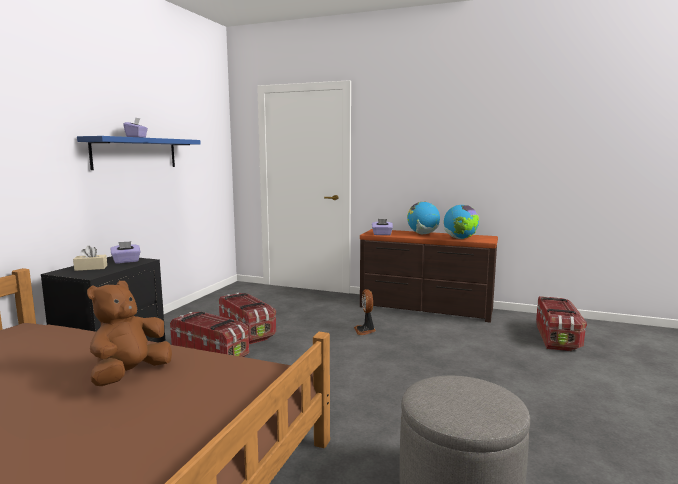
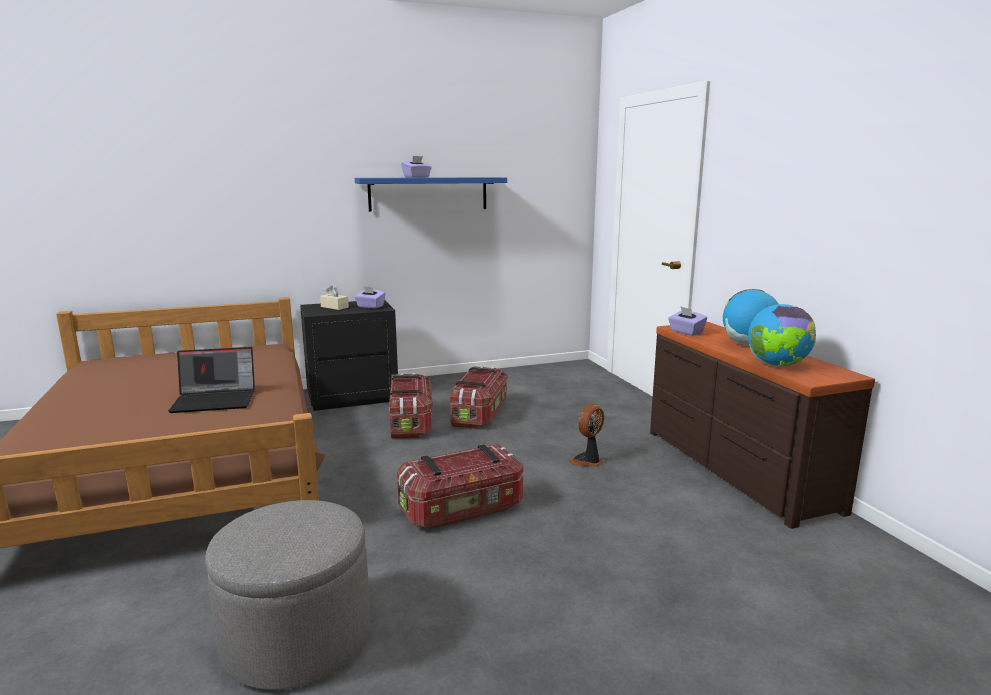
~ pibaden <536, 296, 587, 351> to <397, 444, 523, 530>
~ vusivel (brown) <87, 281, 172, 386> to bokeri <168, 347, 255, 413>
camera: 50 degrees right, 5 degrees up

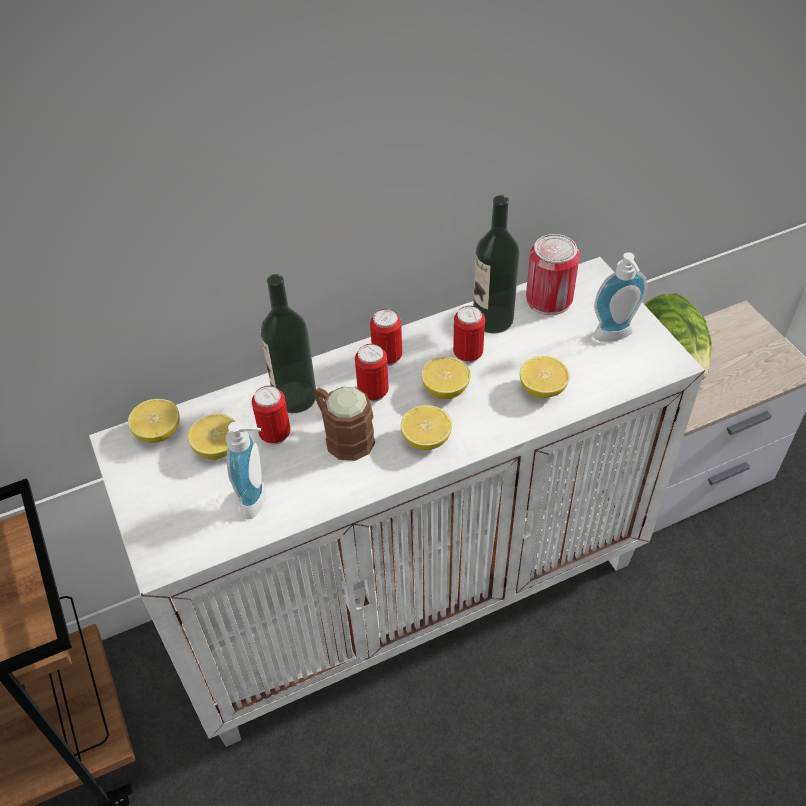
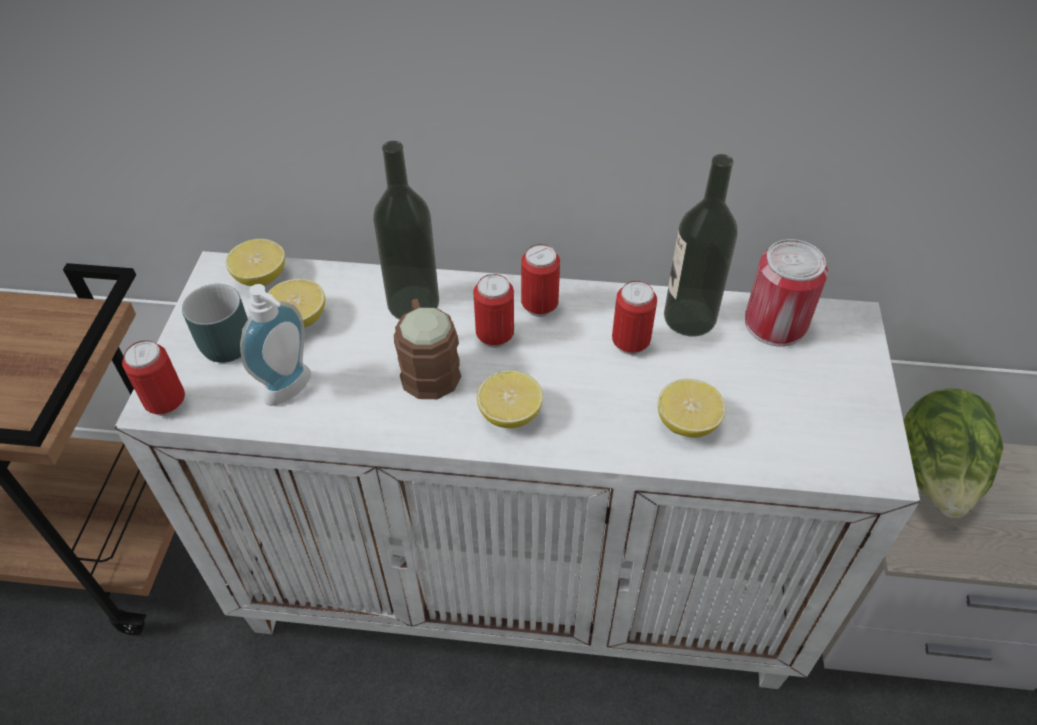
- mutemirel <421, 357, 471, 399>
- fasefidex <593, 252, 647, 341>
+ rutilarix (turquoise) <182, 284, 248, 363>
~ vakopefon <252, 386, 291, 445> to <122, 340, 185, 416>
camera: 30 degrees right, 0 degrees up

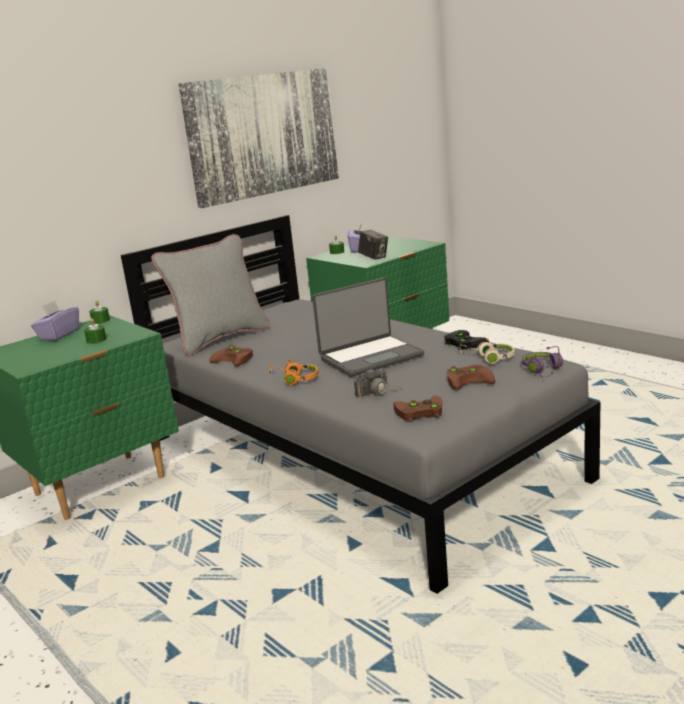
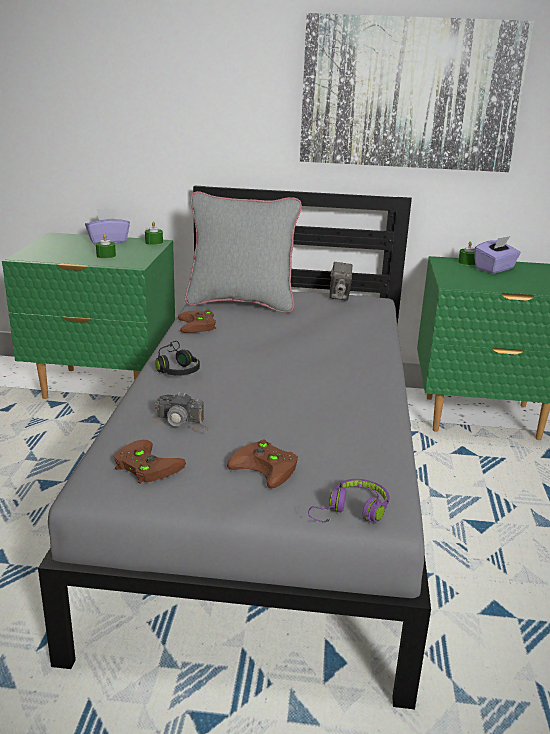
- bokeri <312, 278, 424, 377>
- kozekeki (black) <444, 330, 489, 350>
- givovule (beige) <460, 338, 515, 364>
~ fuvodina <358, 230, 388, 260> to <329, 262, 353, 301>
~ givovule (orange) <270, 359, 318, 385> to givovule (black) <155, 341, 200, 376>
camera: 45 degrees right, 5 degrees up

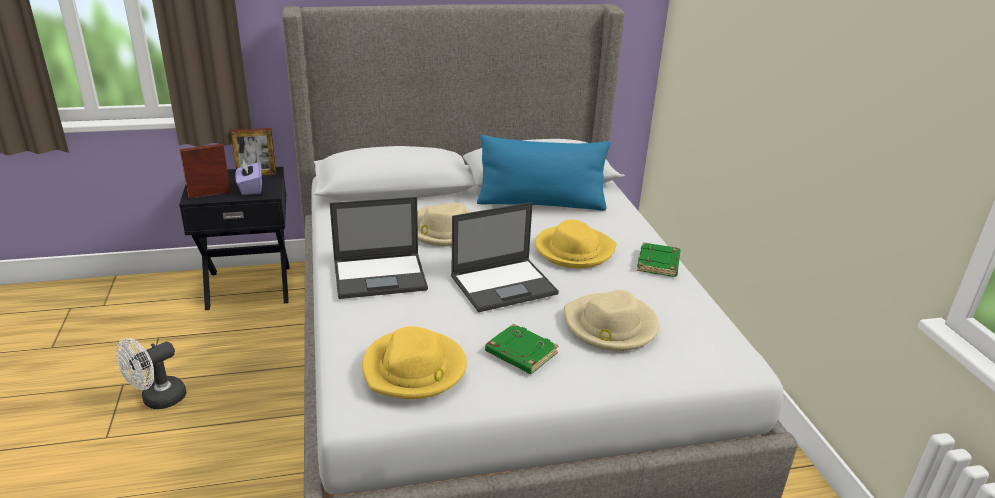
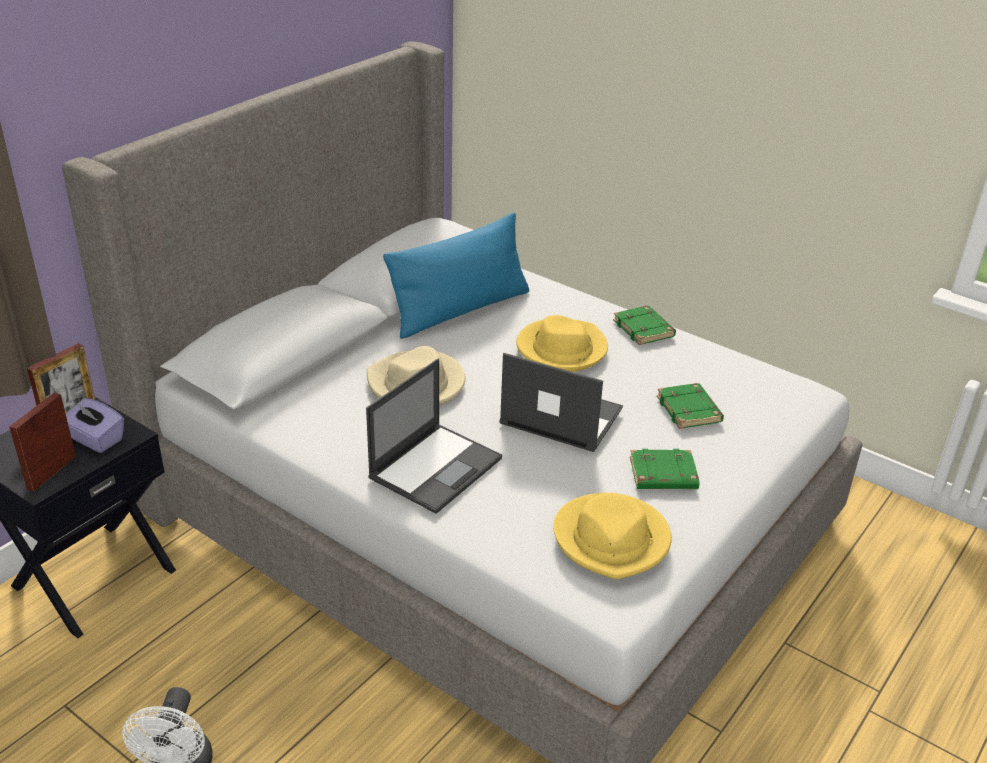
~ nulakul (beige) <564, 290, 659, 351> to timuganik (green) <657, 383, 724, 429>
~ bokeri <451, 202, 559, 313> = <499, 353, 623, 452> 90 degrees counterclockwise
camera: 40 degrees left, 5 degrees up

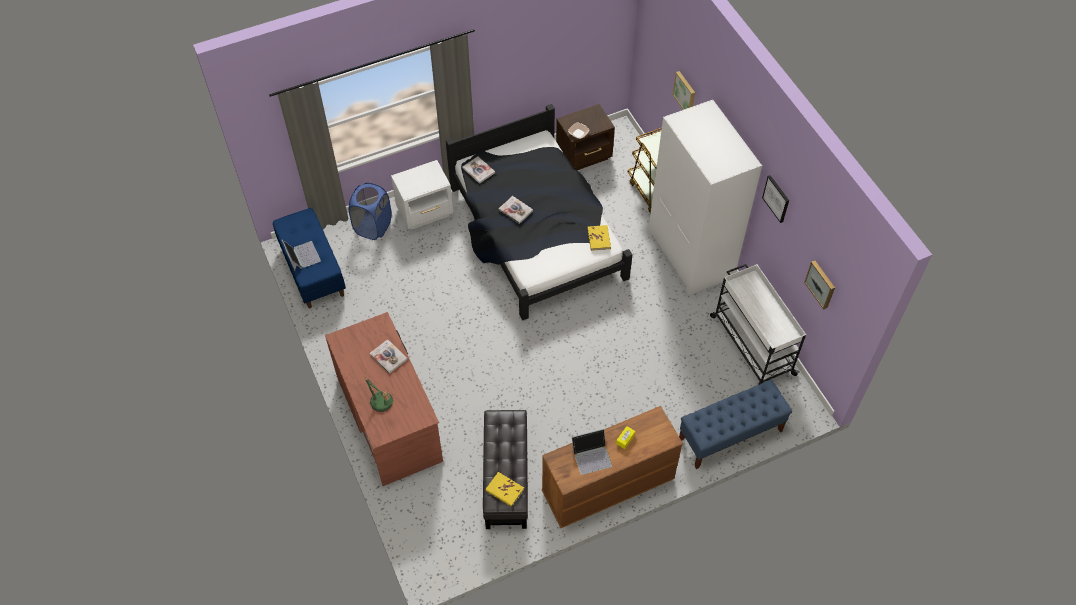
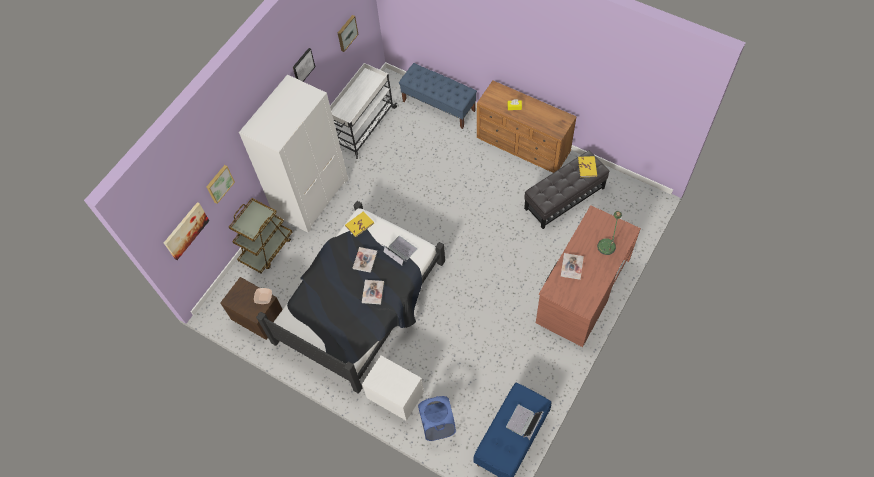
+ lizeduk <164, 202, 209, 260>
~ timuganik <462, 157, 495, 184> to <353, 247, 377, 273>
~ bokeri <572, 429, 612, 475> to <382, 236, 417, 265>
camera: 120 degrees left, 5 degrees up

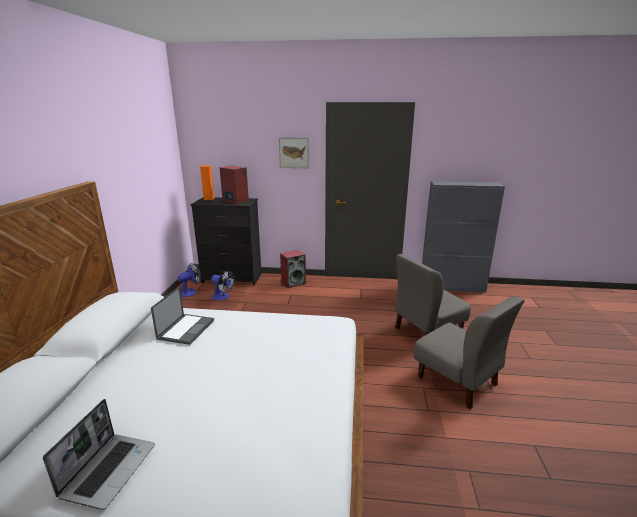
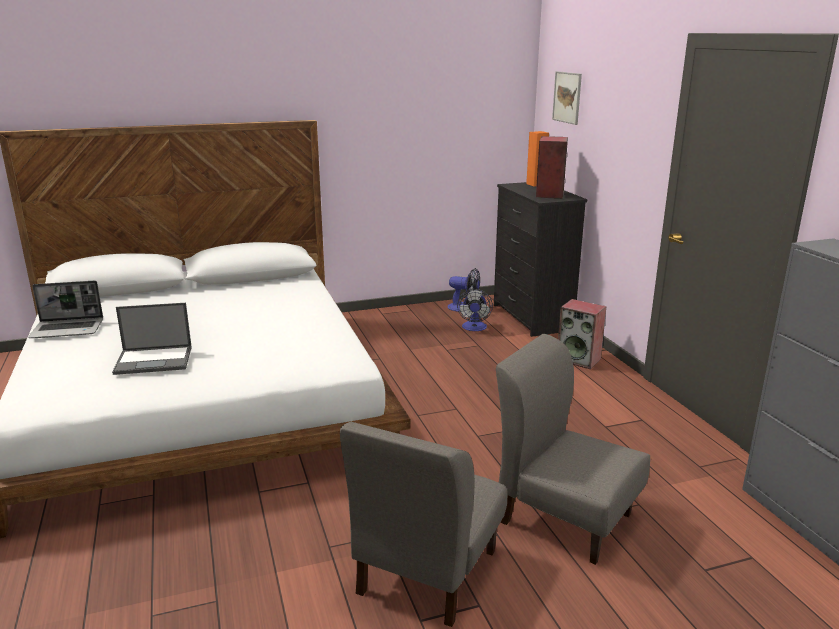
~ bokeri <151, 286, 214, 345> to <112, 303, 192, 375>
~ lizeduk <279, 137, 309, 168> to <552, 71, 582, 125>
camera: 65 degrees right, 0 degrees up

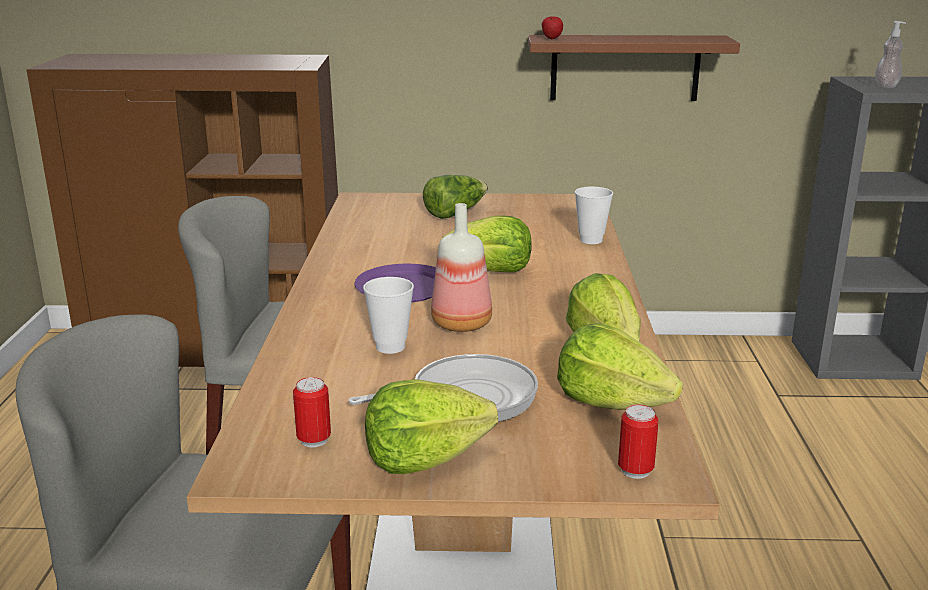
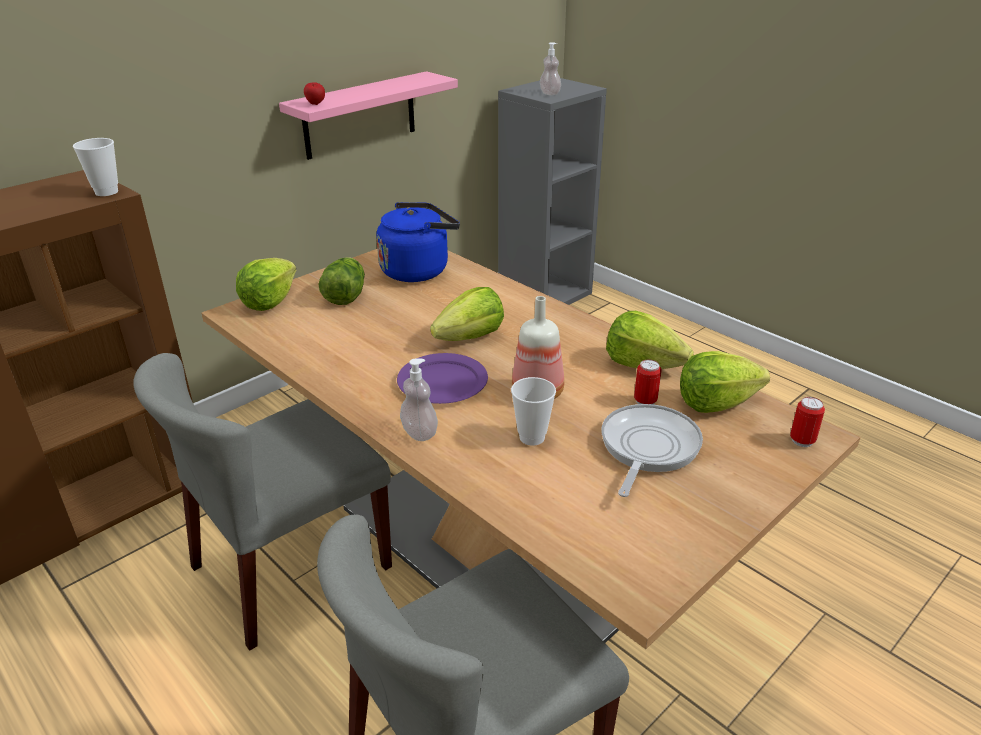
+ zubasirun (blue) <376, 202, 460, 282>
+ fasefidex <400, 358, 438, 441>
~ vakopefon <293, 377, 331, 447> to <634, 360, 662, 404>
~ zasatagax <365, 379, 498, 474> to <236, 258, 296, 311>
~ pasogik <575, 187, 613, 244> to <73, 138, 118, 196>
~ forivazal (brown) <528, 35, 740, 101> to forivazal (pink) <279, 71, 458, 160>
camera: 45 degrees left, 10 degrees up

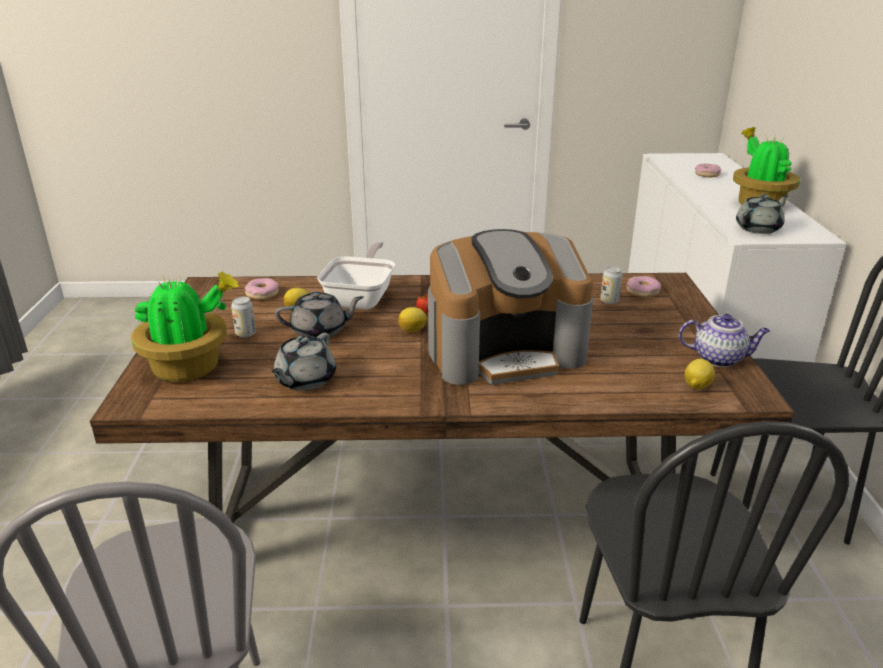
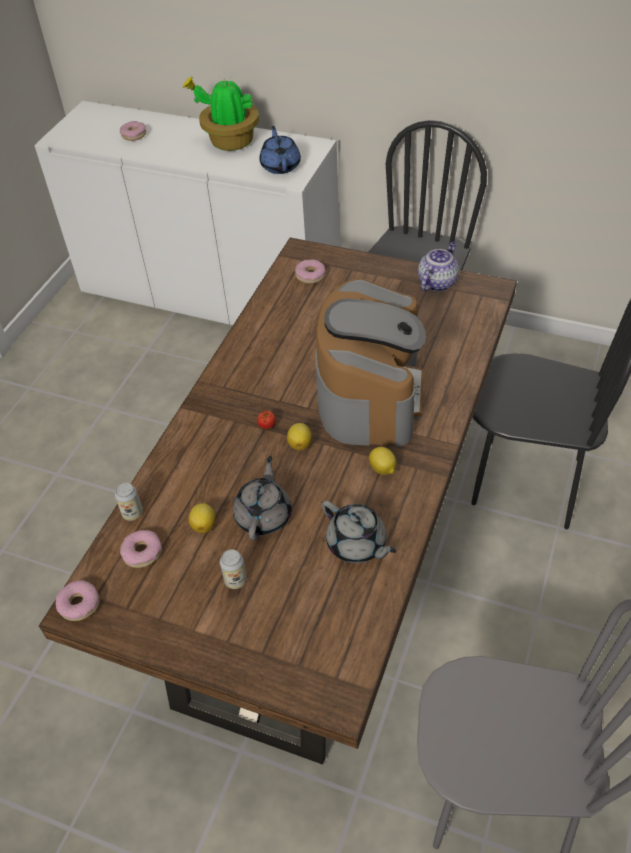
- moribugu <131, 272, 239, 382>
- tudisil <317, 241, 395, 310>
+ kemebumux <56, 580, 100, 621>
~ vakopefon <600, 266, 623, 304> to <115, 482, 143, 521>
~ mutemirel <685, 359, 715, 389> to <369, 447, 396, 475>
~ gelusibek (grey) <736, 194, 788, 234> to gelusibek (blue) <260, 126, 301, 174>
camera: 65 degrees left, 20 degrees up

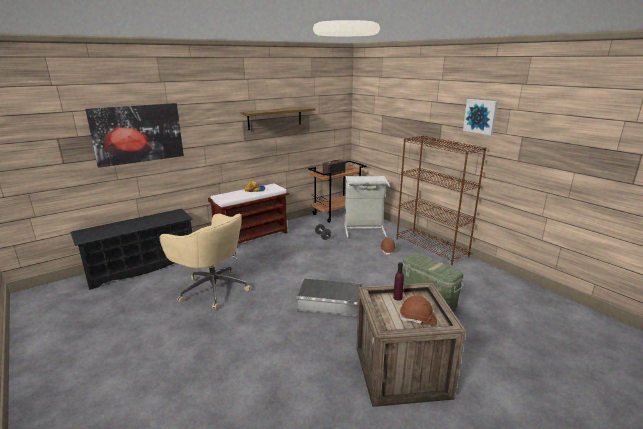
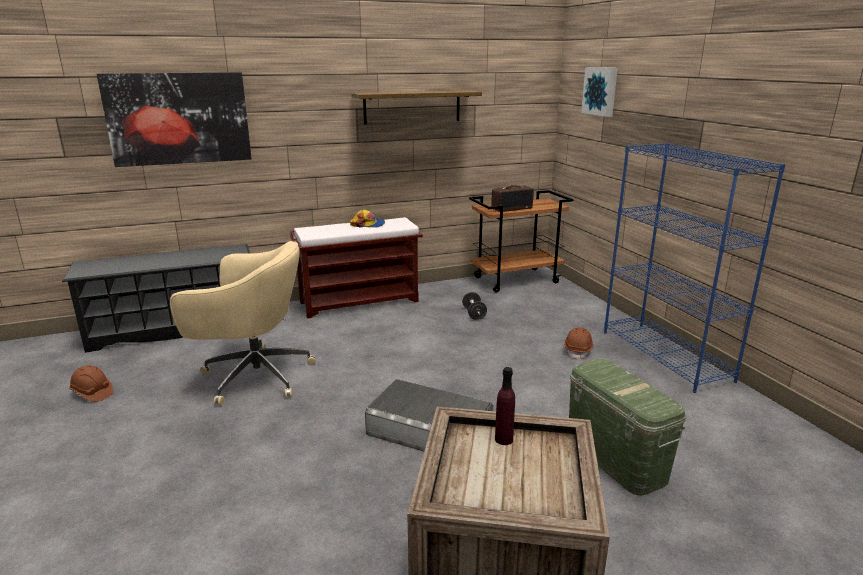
- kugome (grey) <344, 176, 390, 237>
~ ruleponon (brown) <399, 296, 437, 326> to <69, 365, 114, 402>
~ lizeduk <463, 99, 498, 135> to <581, 67, 618, 117>
~ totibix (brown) <397, 135, 486, 265> to totibix (blue) <604, 143, 786, 393>
~ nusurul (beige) <160, 214, 251, 310> = <170, 241, 316, 406> 45 degrees counterclockwise
camera: 15 degrees right, 0 degrees up

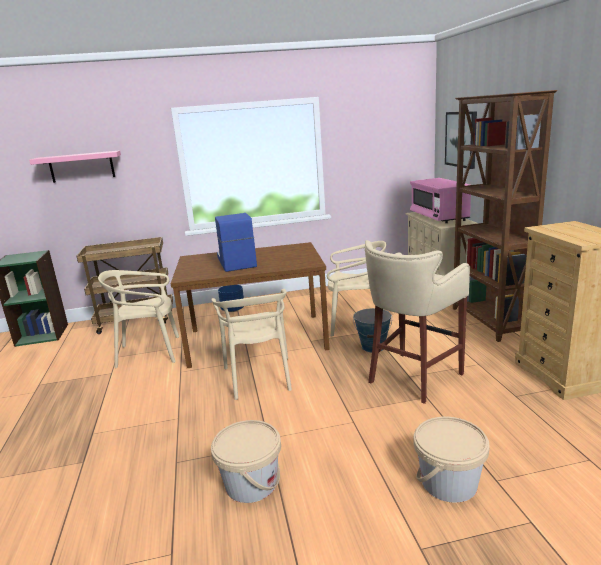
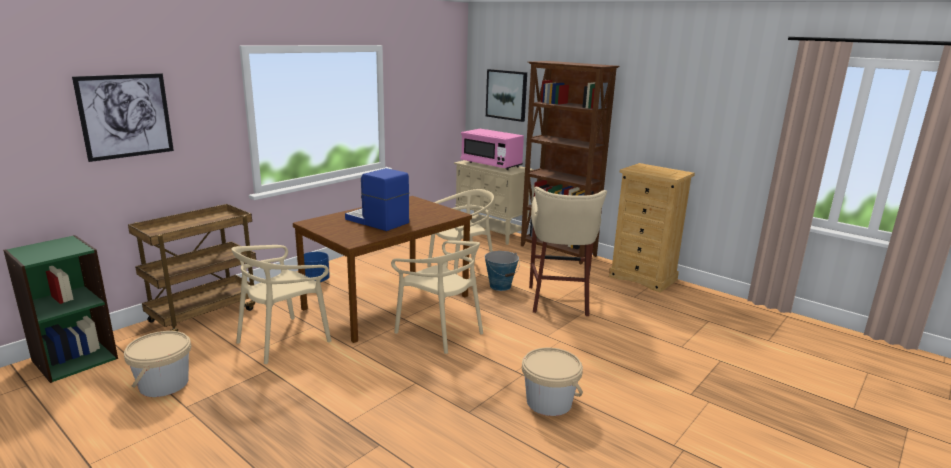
~ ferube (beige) <413, 417, 490, 503> to <124, 331, 191, 397>
~ forivazal (pink) <29, 150, 121, 183> to lizeduk <72, 73, 174, 162>
camera: 40 degrees left, 0 degrees up

